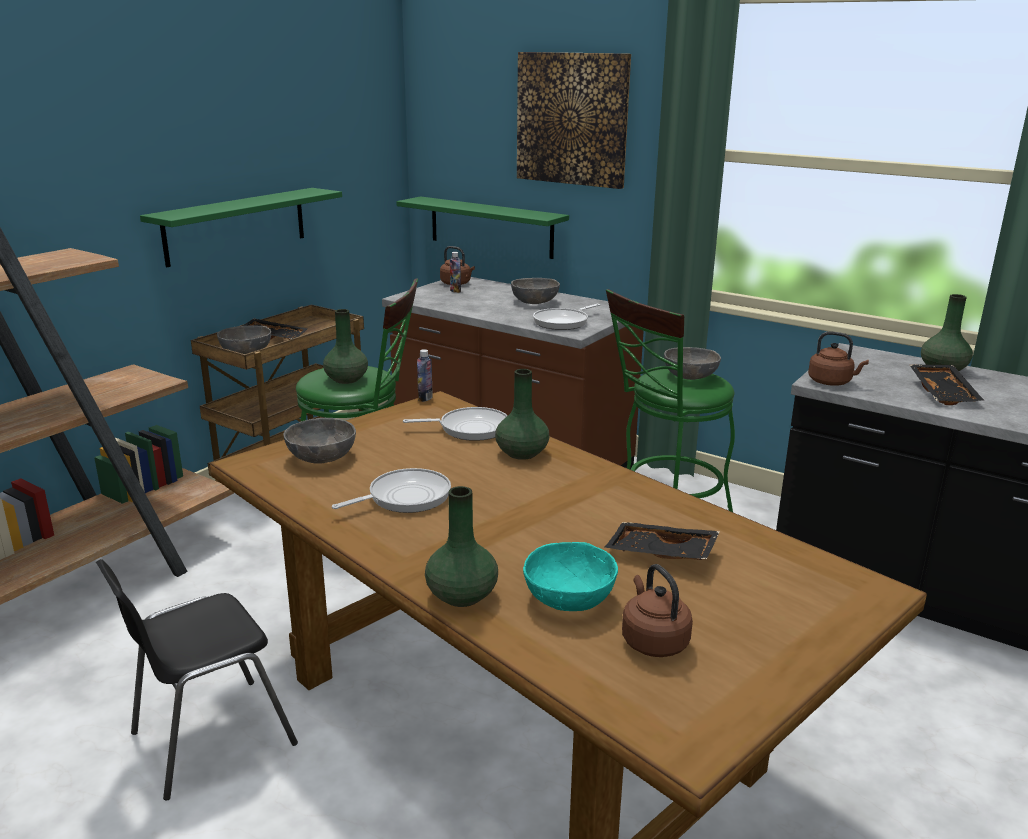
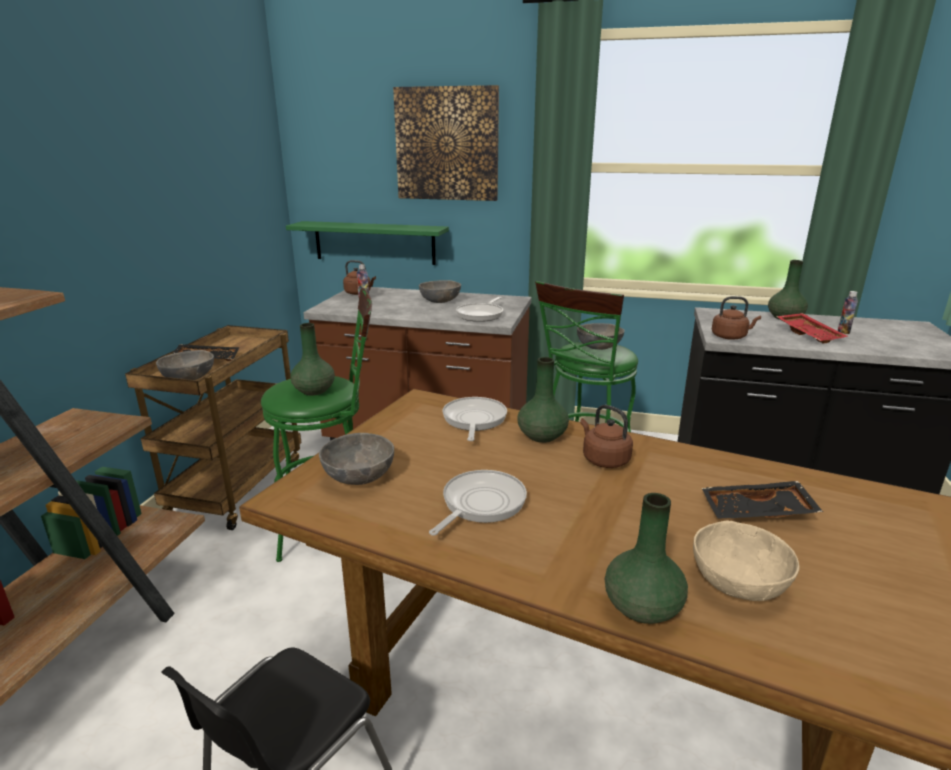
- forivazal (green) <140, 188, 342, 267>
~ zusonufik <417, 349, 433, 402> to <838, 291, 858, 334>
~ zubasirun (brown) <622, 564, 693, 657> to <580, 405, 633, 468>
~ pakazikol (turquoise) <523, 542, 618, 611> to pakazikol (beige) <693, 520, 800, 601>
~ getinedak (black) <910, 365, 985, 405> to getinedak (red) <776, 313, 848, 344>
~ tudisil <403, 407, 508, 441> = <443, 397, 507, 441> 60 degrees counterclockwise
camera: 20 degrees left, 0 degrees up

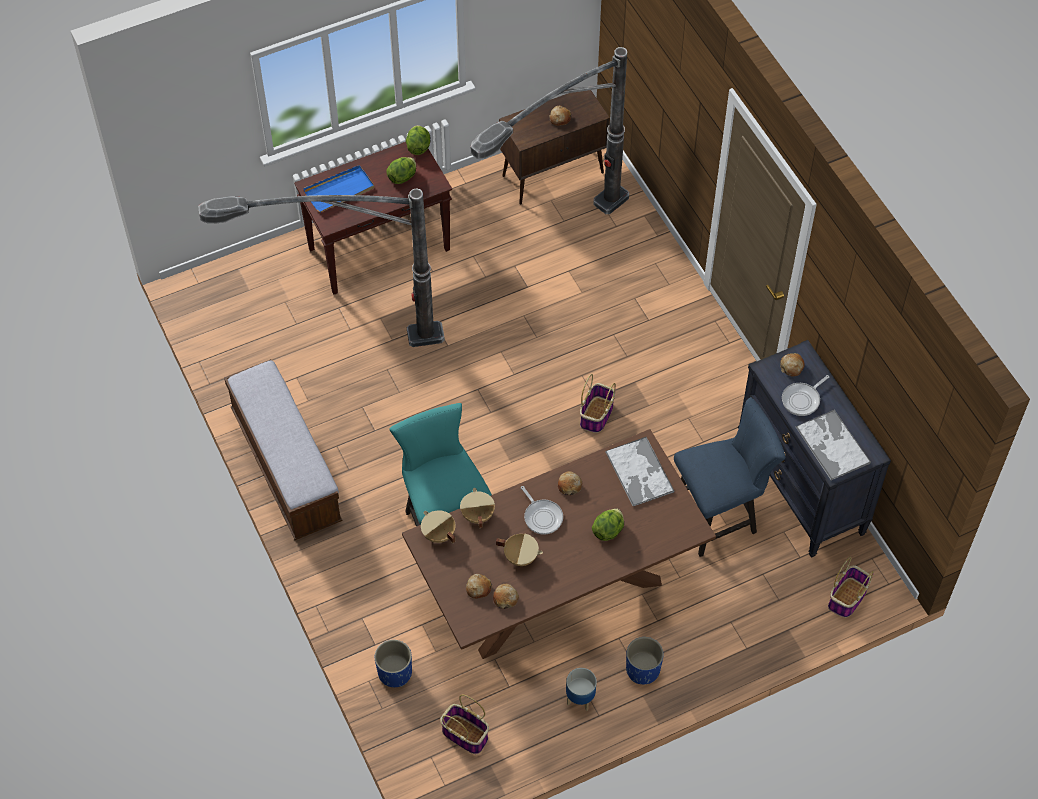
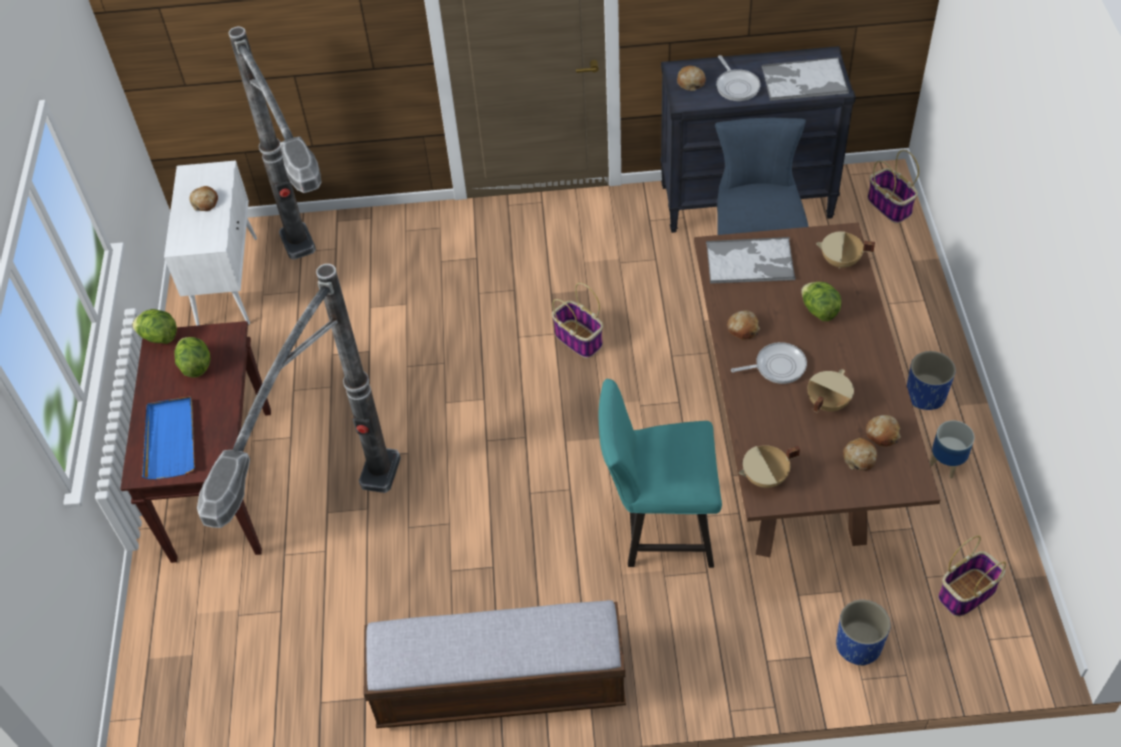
~ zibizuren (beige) <460, 488, 495, 528> to <816, 231, 875, 269>
~ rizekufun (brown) <499, 90, 610, 205> to rizekufun (white) <164, 160, 257, 326>
camera: 65 degrees left, 5 degrees down

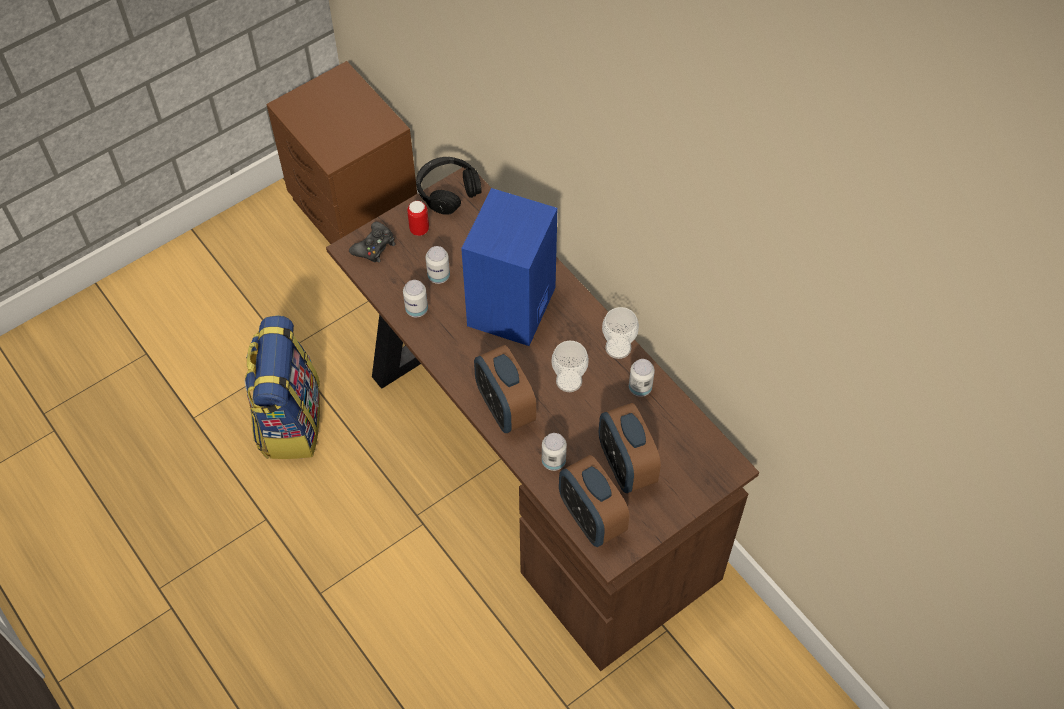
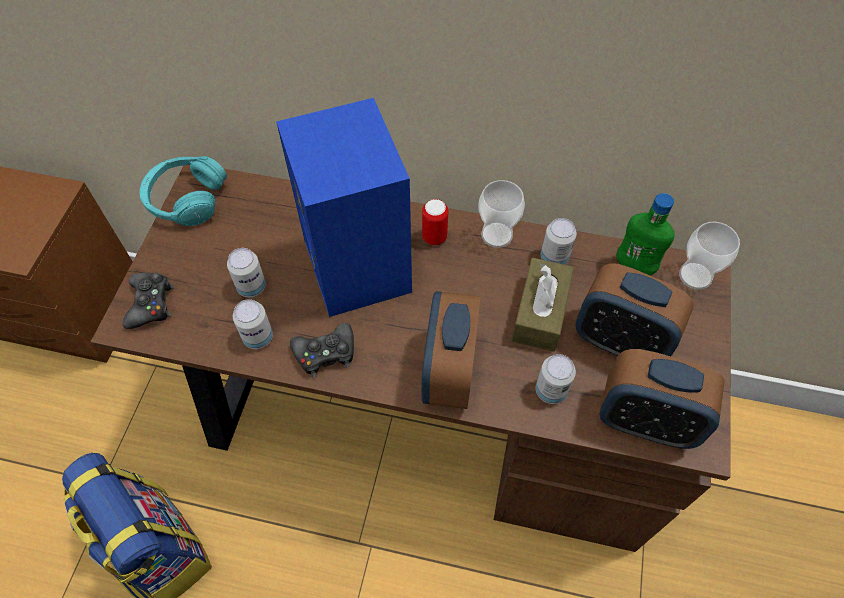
+ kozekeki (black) <290, 323, 354, 378>
+ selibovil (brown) <512, 257, 574, 352>
+ zusonufik (green) <616, 193, 675, 275>
~ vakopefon <407, 201, 429, 236> to <422, 199, 448, 245>
~ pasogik <552, 341, 589, 392> to <679, 222, 740, 290>
~ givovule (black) <416, 157, 482, 215> to givovule (turquoise) <139, 156, 227, 226>
~ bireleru <474, 345, 536, 433> = <422, 291, 481, 409> 75 degrees clockwise
camera: 40 degrees left, 0 degrees up

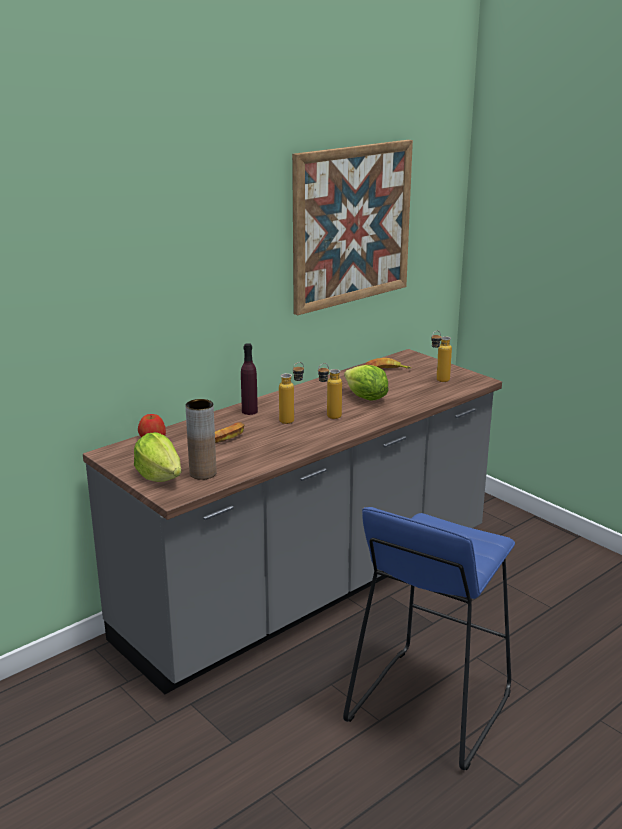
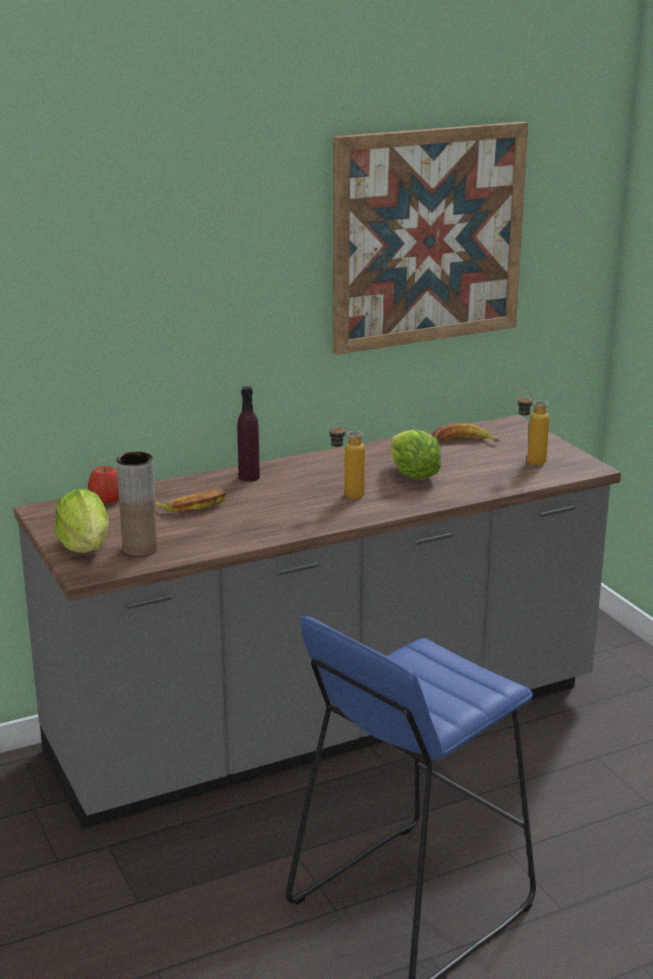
- zusonufik <279, 362, 304, 424>
camera: 15 degrees right, 0 degrees up

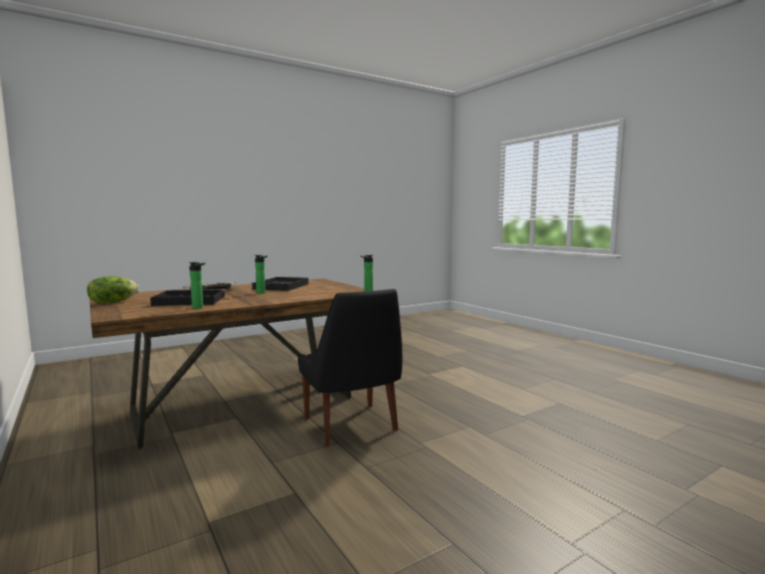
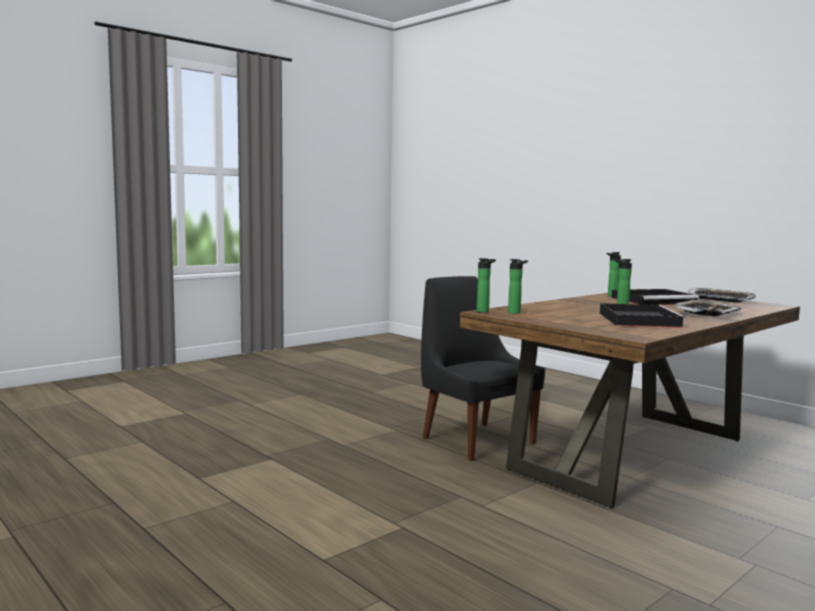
+ zusonufik <508, 259, 528, 314>
~ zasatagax <87, 276, 139, 303> to getinedak <688, 288, 756, 303>
camera: 170 degrees right, 0 degrees up

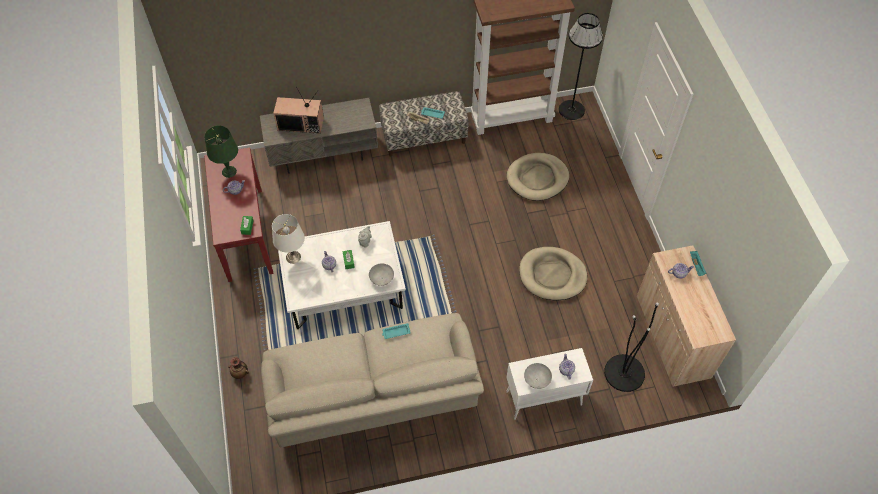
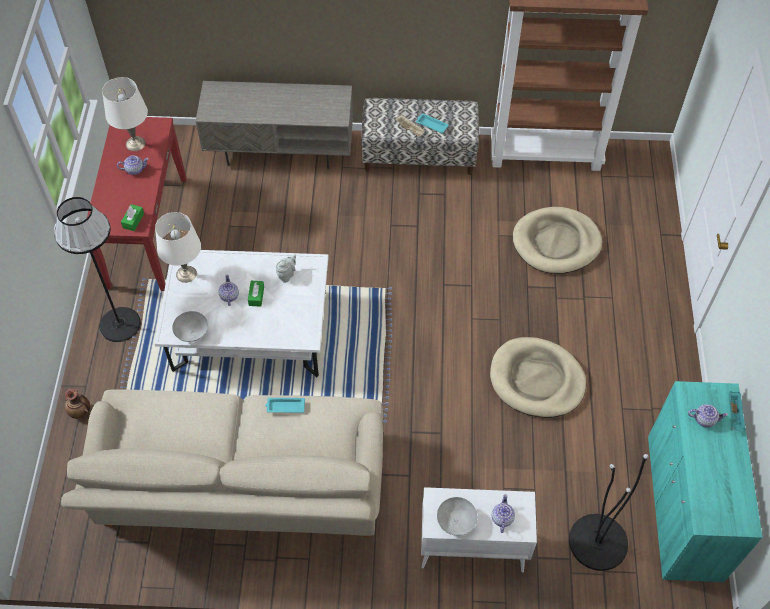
- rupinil <273, 88, 324, 134>
~ pakazikol (grey) <369, 263, 394, 286> to <172, 311, 208, 342>
~ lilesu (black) <559, 13, 603, 120> to <54, 197, 141, 342>
~ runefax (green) <205, 126, 238, 178> to runefax (white) <102, 77, 148, 151>
~ rizekufun (beige) <637, 245, 736, 387> to rizekufun (turquoise) <648, 381, 763, 582>
camera: 15 degrees right, 0 degrees up

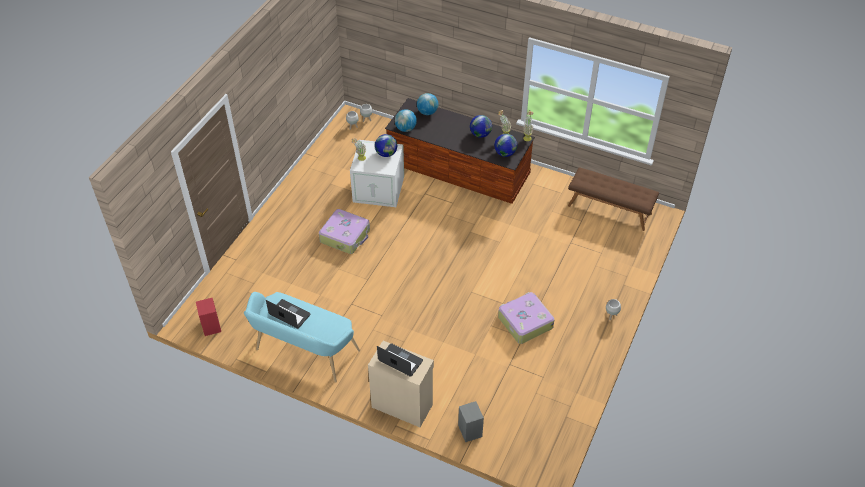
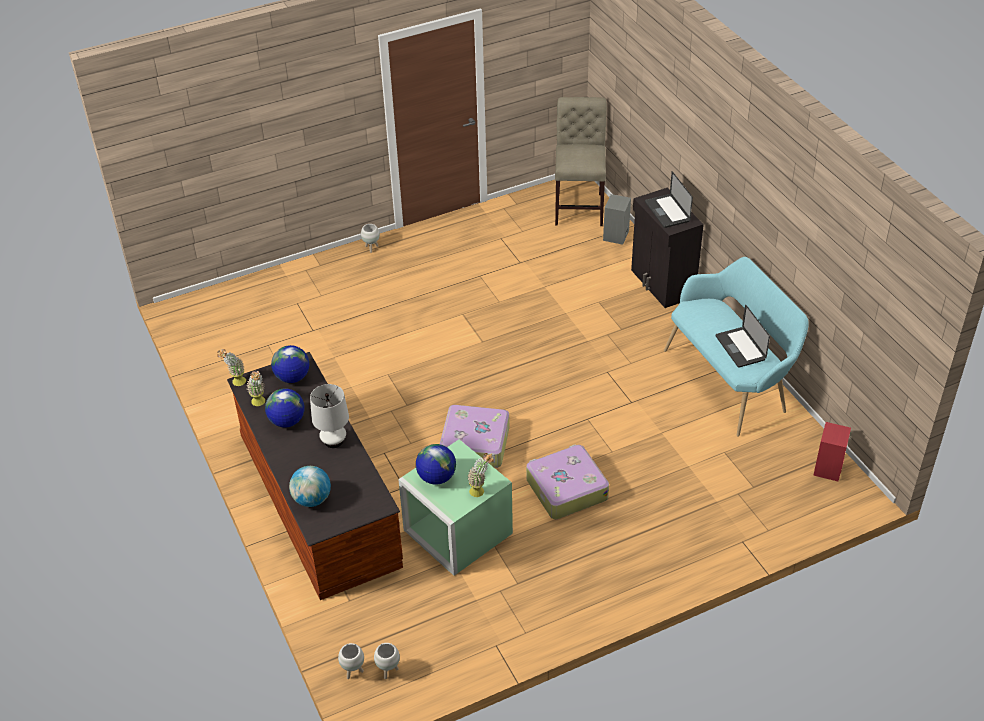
- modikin <395, 109, 417, 132>
- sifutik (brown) <568, 167, 659, 231>
+ runefax (white) <310, 384, 349, 448>
+ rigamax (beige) <555, 97, 607, 226>
~ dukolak <498, 292, 555, 344> to <440, 405, 510, 468>
~ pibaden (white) <350, 140, 404, 207> to pibaden (green) <398, 439, 513, 576>
~ rizekufun (beige) <368, 341, 434, 427> to rizekufun (black) <631, 188, 704, 308>
camera: 140 degrees left, 5 degrees down

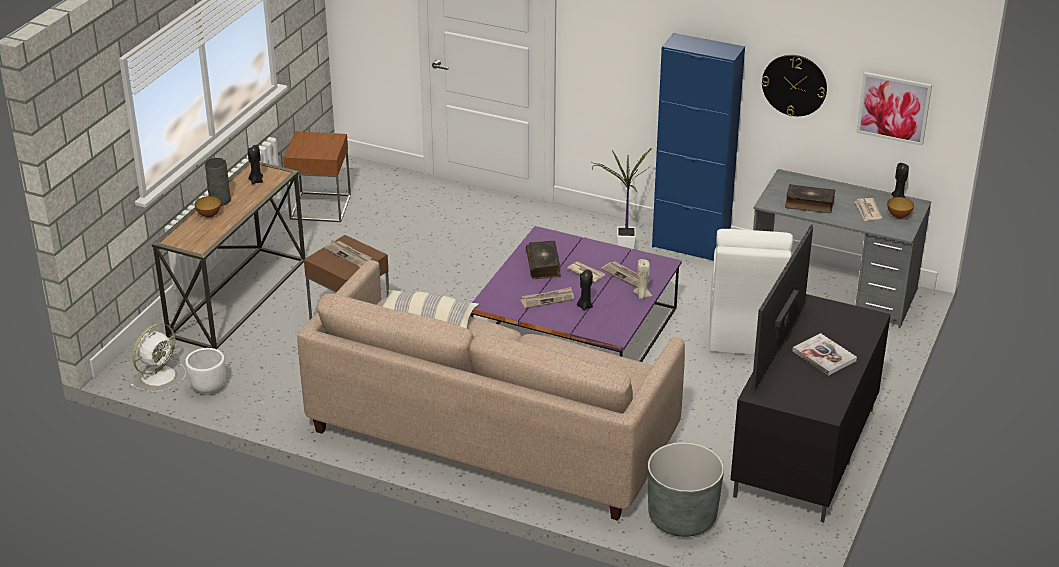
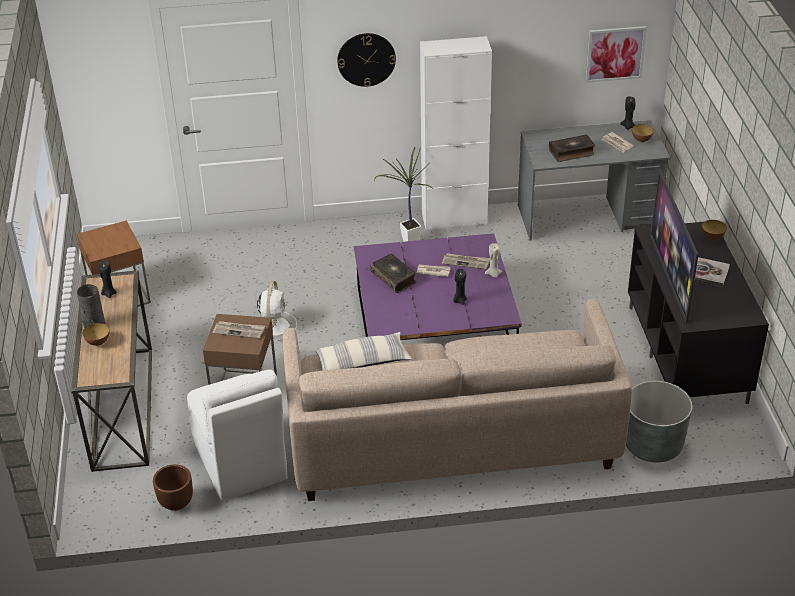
- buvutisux <521, 287, 574, 309>
+ pakazikol <702, 220, 727, 240>
~ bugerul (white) <131, 323, 186, 392> to <257, 281, 297, 341>
~ rigamax (white) <709, 229, 793, 355> to <187, 370, 288, 501>
~ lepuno <762, 55, 827, 116> to <337, 33, 396, 87>
~ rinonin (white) <185, 348, 226, 395> to rinonin (brown) <153, 464, 193, 511>
~ rizekufun (blue) <652, 33, 745, 261> to rizekufun (white) <420, 36, 492, 230>
camera: 30 degrees left, 5 degrees up

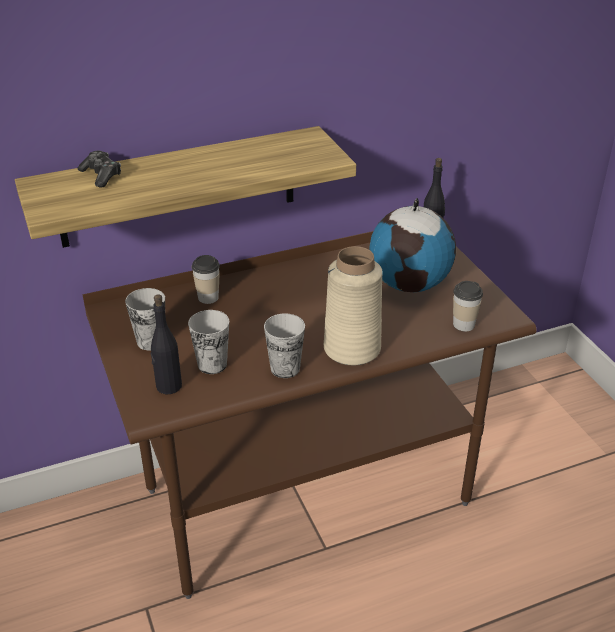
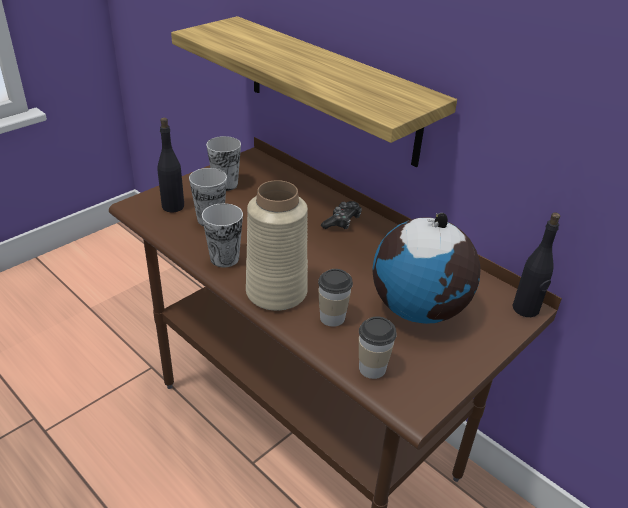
~ kozekeki <78, 151, 121, 188> to <321, 201, 362, 229>
~ pasogik <192, 255, 220, 304> to <318, 269, 353, 327>
camera: 65 degrees right, 0 degrees up

